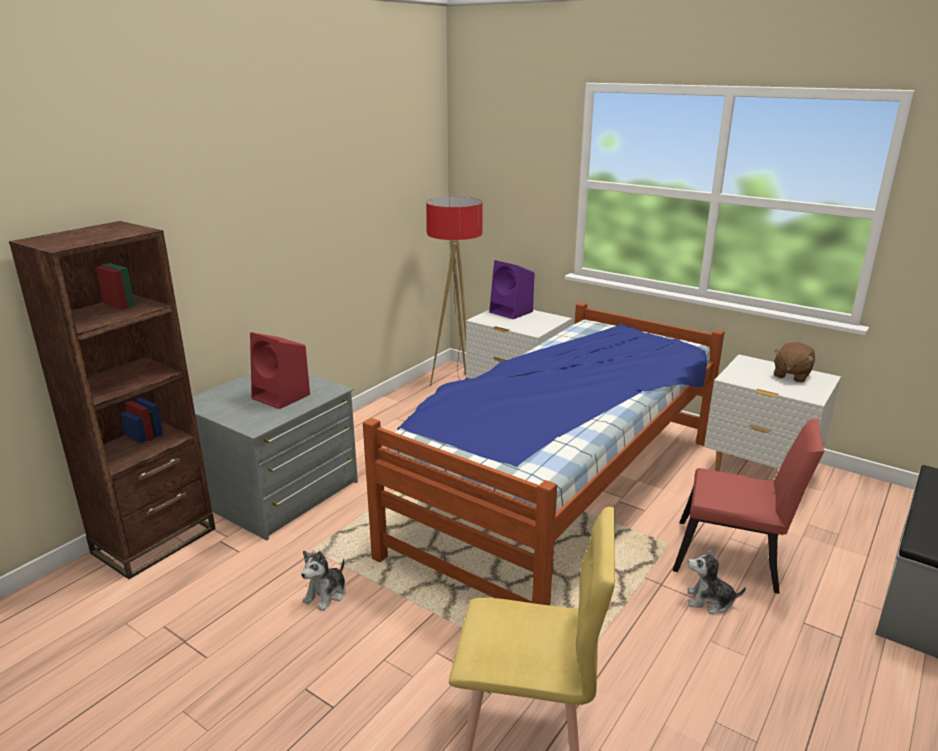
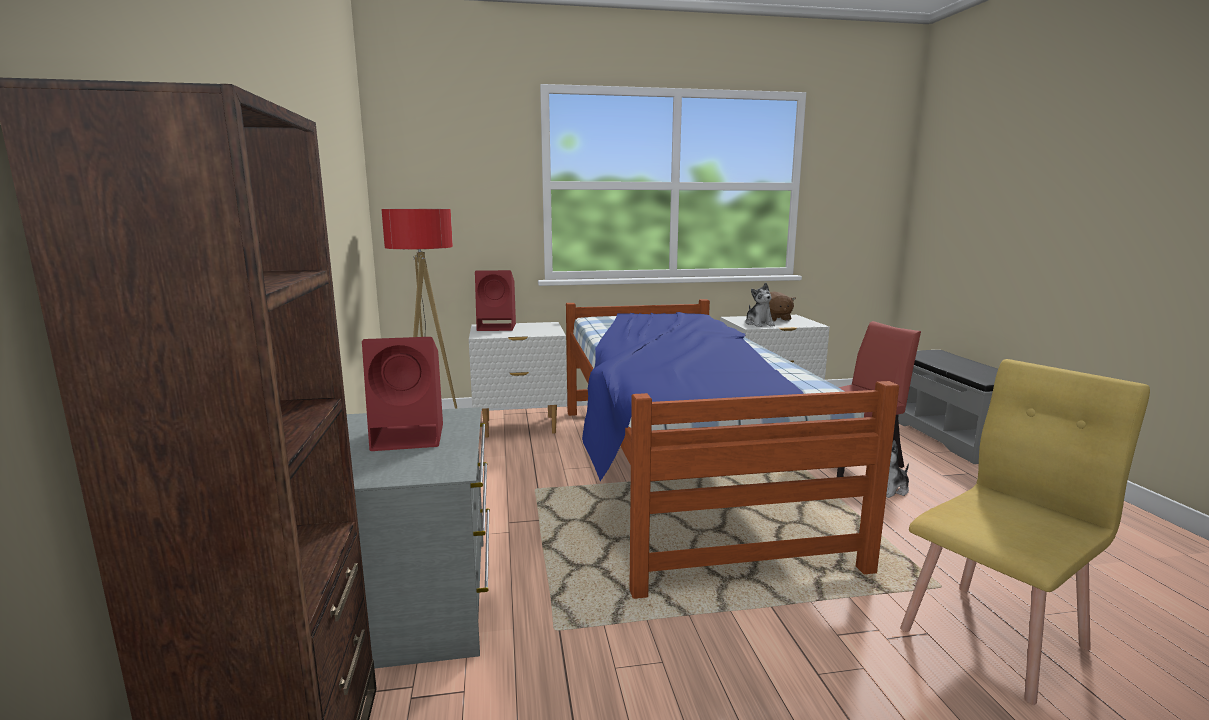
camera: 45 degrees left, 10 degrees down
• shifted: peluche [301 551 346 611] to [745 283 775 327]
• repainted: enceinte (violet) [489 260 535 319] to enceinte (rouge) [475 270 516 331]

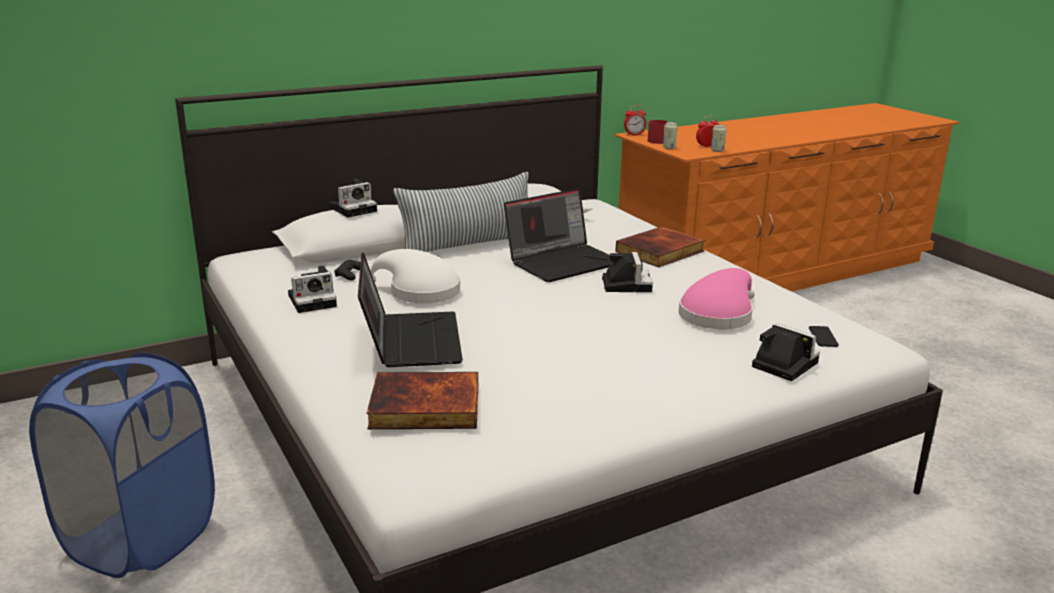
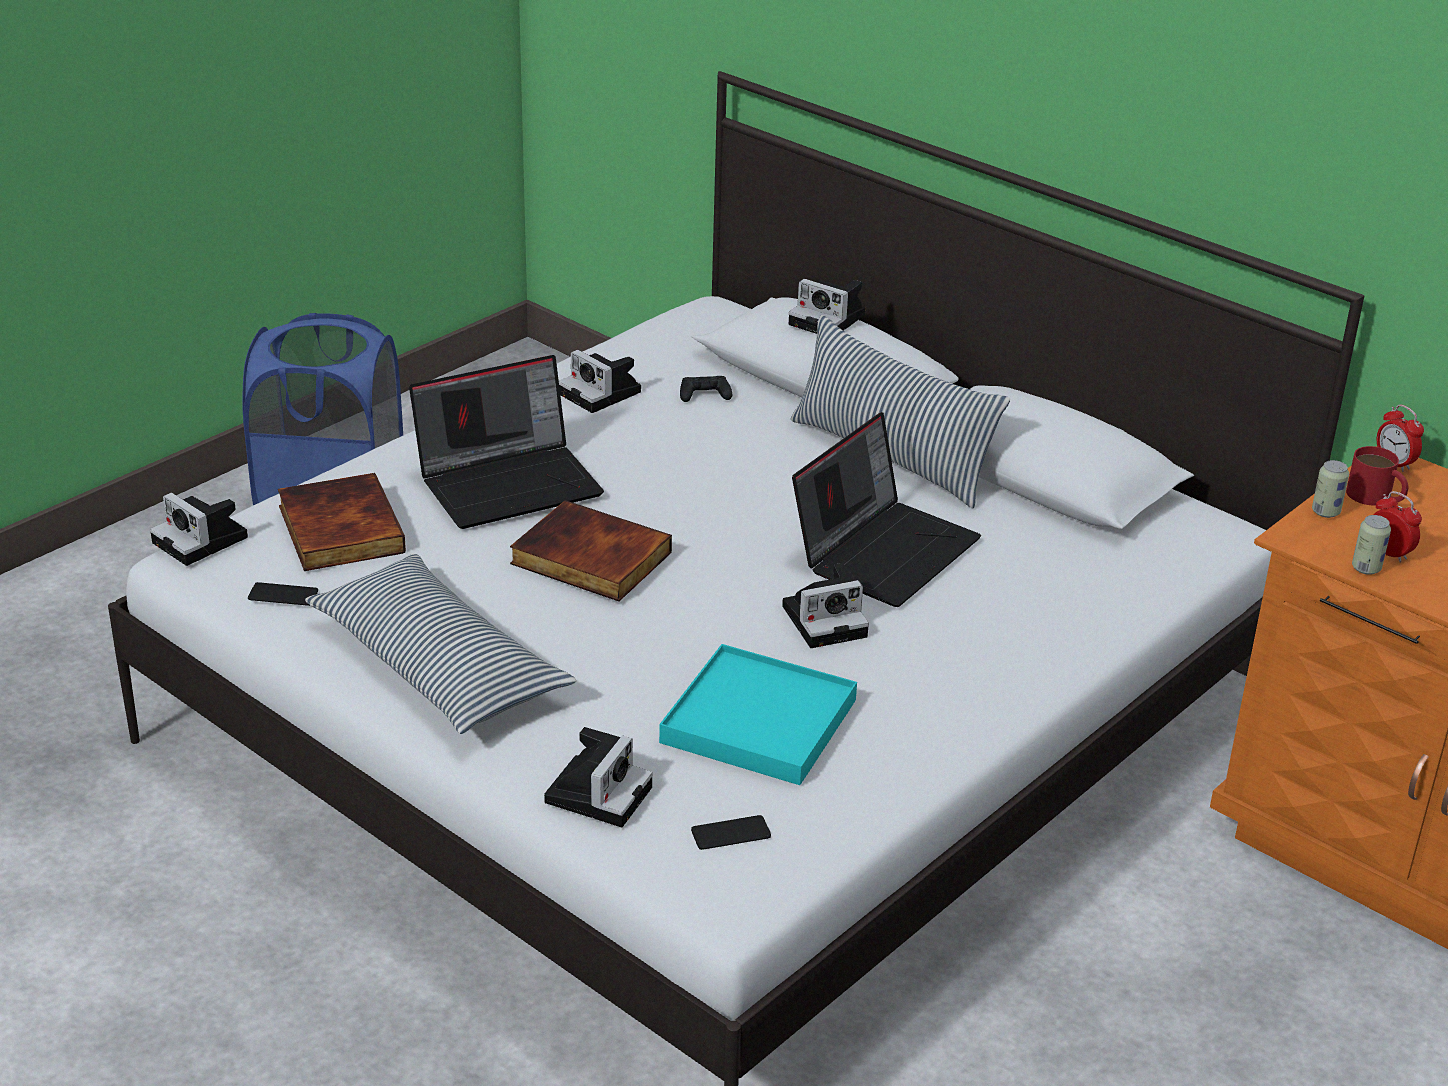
camera: 70 degrees right, 10 degrees up
• gone: chapeau (blanc) [370 249 460 303]
• rotated: ordinateur portable [504 188 614 282] = [792 412 981 607] 90 degrees counterclockwise
• shifted: livre [615 226 705 268] to [510 500 672 601]
• swapped: chapeau (rose) [679 268 755 329] to plateau (turquoise) [659 644 857 785]
• new: appareil photo [150 493 248 566]
• new: téléphone [248 582 318 606]
• new: coussin [305 554 576 734]

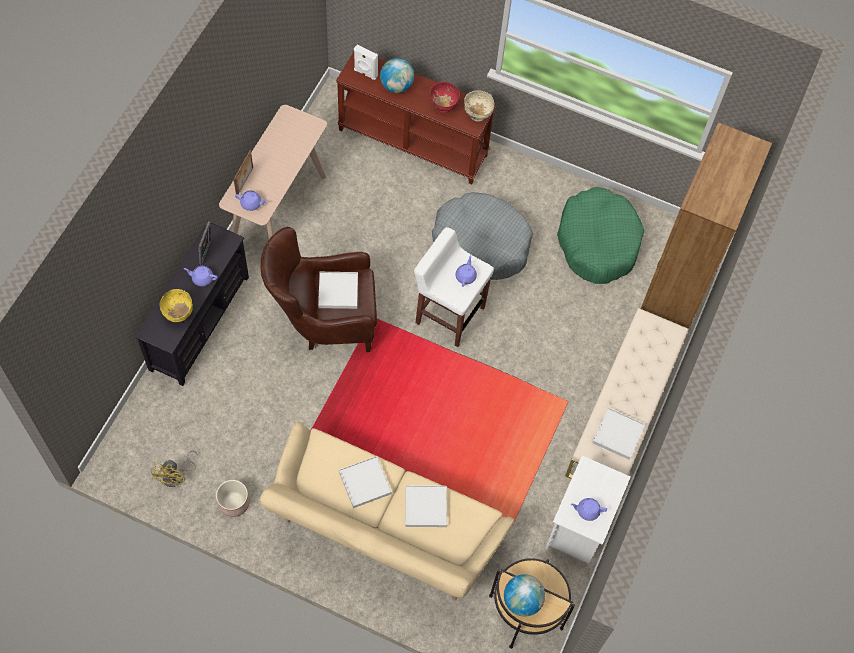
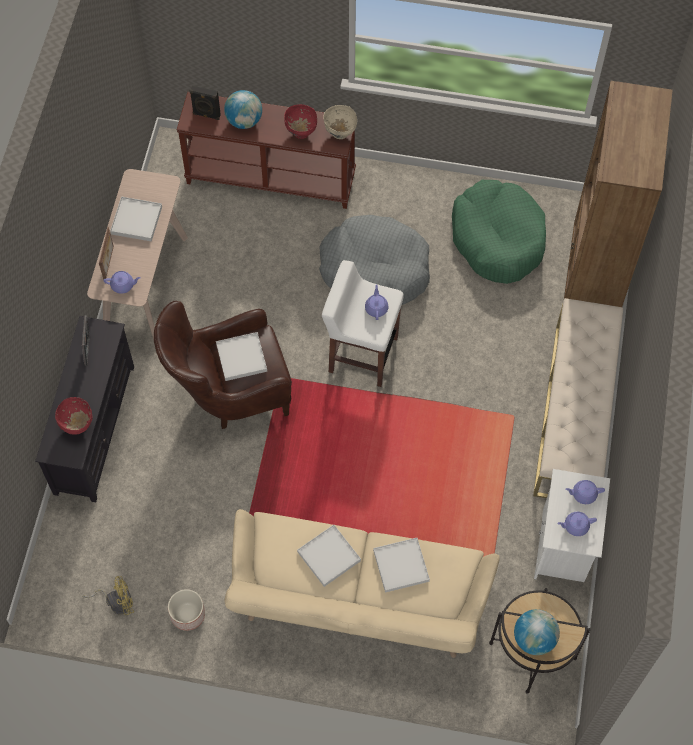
camera: 10 degrees left, 0 degrees up
• rotated: ventilateur (jaune) [151 451 198 487] = [83 576 134 615] 105 degrees counterclockwise
• repainted: bol (jaune) [160 289 193 322] to bol (rouge) [55 397 93 435]
• shifted: théière (violet) [184 266 218 286] to [565 480 605 504]
• repainted: enceinte (blanc) [354 45 378 80] to enceinte (noir) [190 86 221 120]
• shifted: plateau (blanc) [592 408 645 460] to [110 196 162 242]

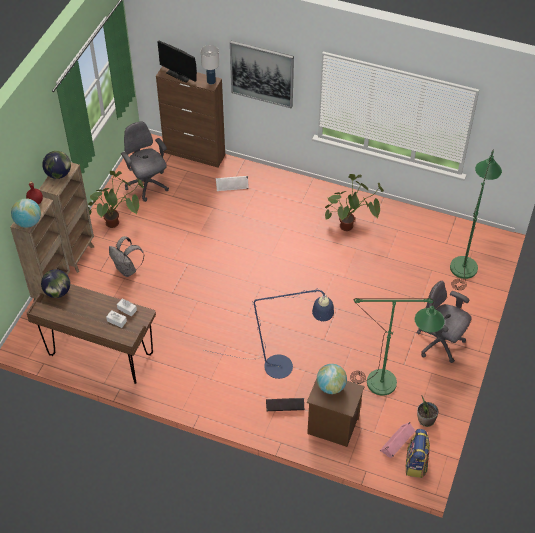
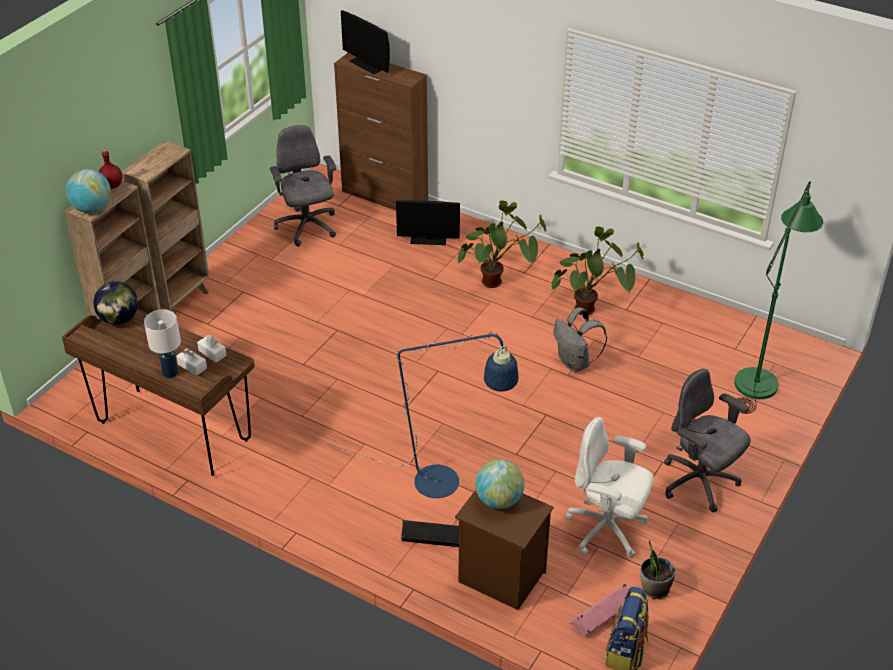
camera: 10 degrees right, 10 degrees down
• gone: globe [42 151 71 179]
• shifted: plante en pot [88 171 144 228] to [457 201 547 288]
• shifted: sac à dos (gris) [109 236 144 277] to [553 307 607 372]
• shifted: lampe de table (blanc) [201 45 219 84] to [144 309 181 378]
• swapped: enceinte (blanc) [216 176 249 191] to écran d'ordinateur [396 200 460 245]
• gone: tableau [230 41 294 109]
• swapped: lampadaire (vert) [350 298 445 396] to chaise de bureau (blanc) [565 417 654 558]

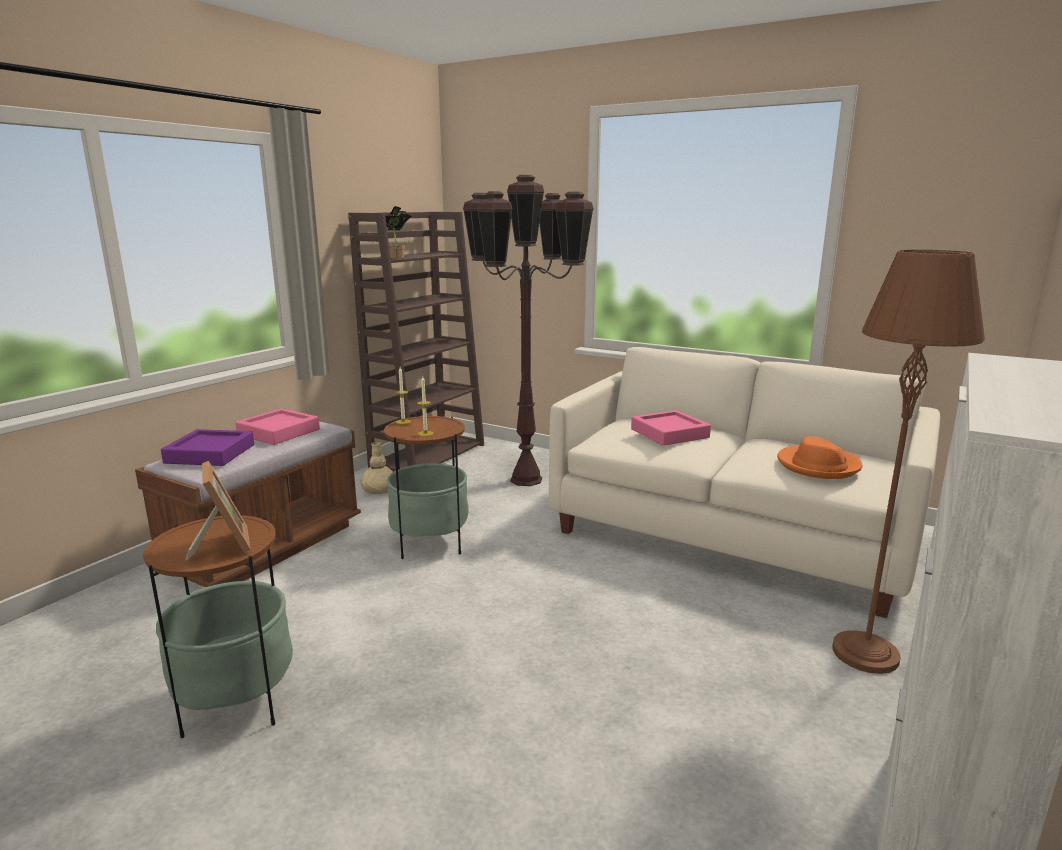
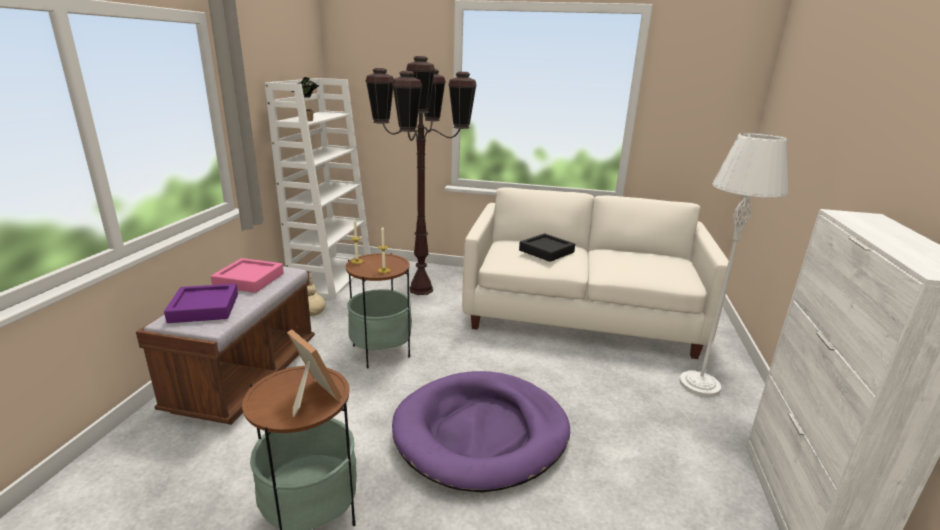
camera: 20 degrees left, 5 degrees up
• repainted: bibliothèque (marron) [348 212 484 472] to bibliothèque (blanc) [265 78 371 299]
• repainted: plateau (rose) [631 410 711 446] to plateau (noir) [519 233 575 262]
• gone: chapeau (orange) [777 436 863 479]
• repainted: lampadaire (marron) [832 250 985 674] to lampadaire (blanc) [679 133 788 397]
• new: panier pour chien (violet) [392 371 570 492]

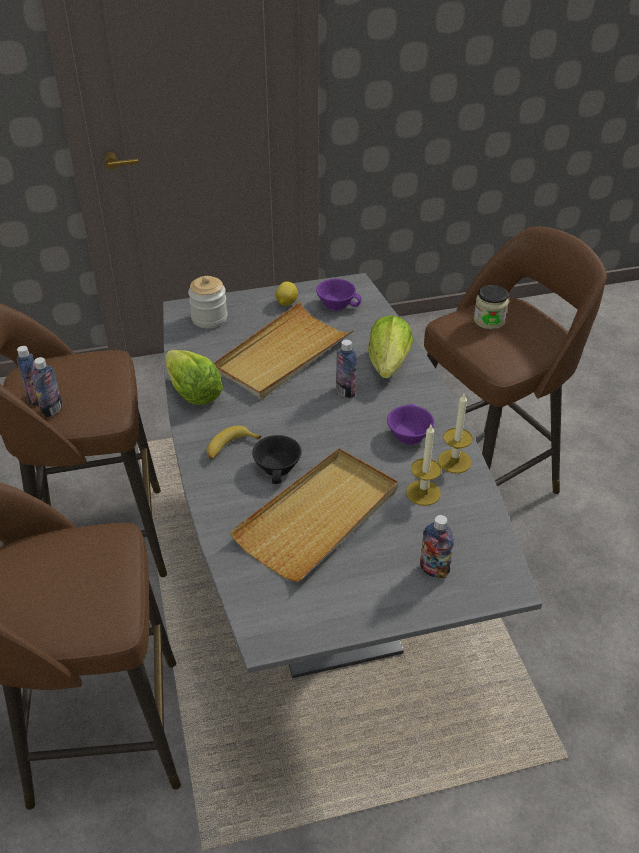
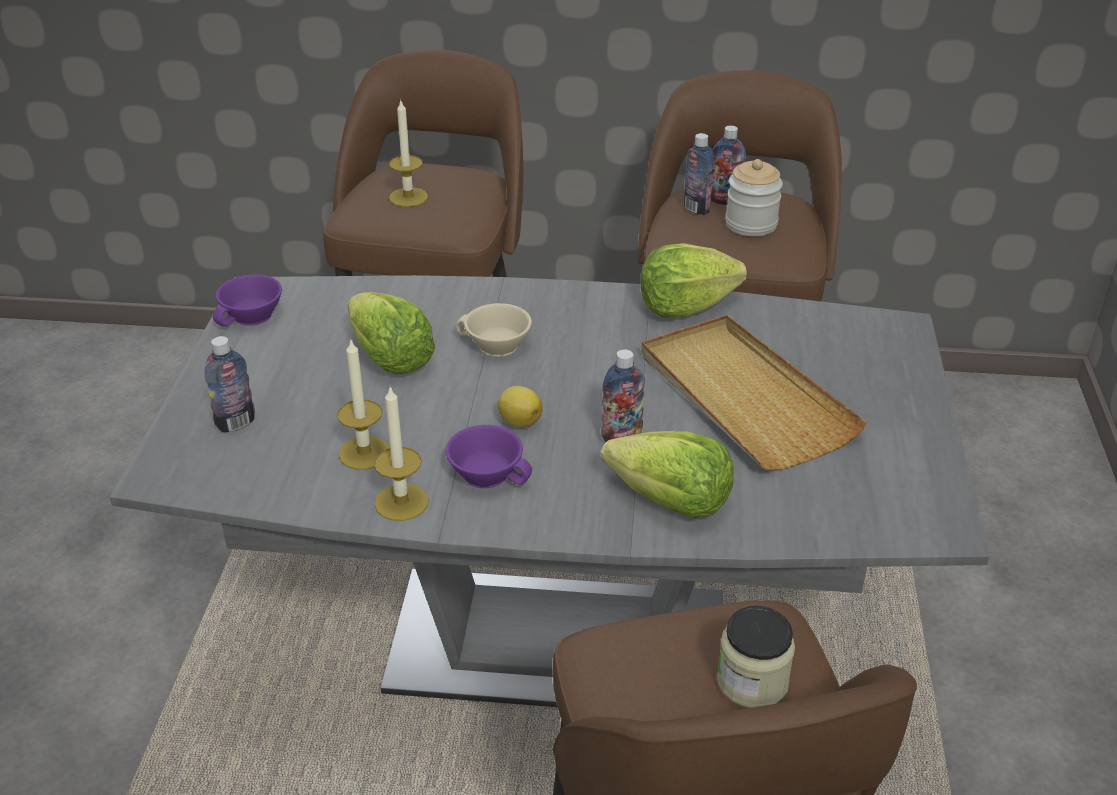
camera: 110 degrees right, 5 degrees down
• shifted: bocal [188 276 228 328] to [725 159 783 237]
• gone: banane [206 426 261 459]
• swapped: plateau (beige) [230 448 398 582] to laitue [348 292 435 374]
• repainted: tasse (noir) [252 435 302 484] to tasse (beige) [456 303 532 357]
• shifted: citron [275 282 298 306] to [498 386 543 427]
• shifted: tasse (violet) [316 279 362 311] to [213 274 282 327]
• new: bougie [389 101 428 207]

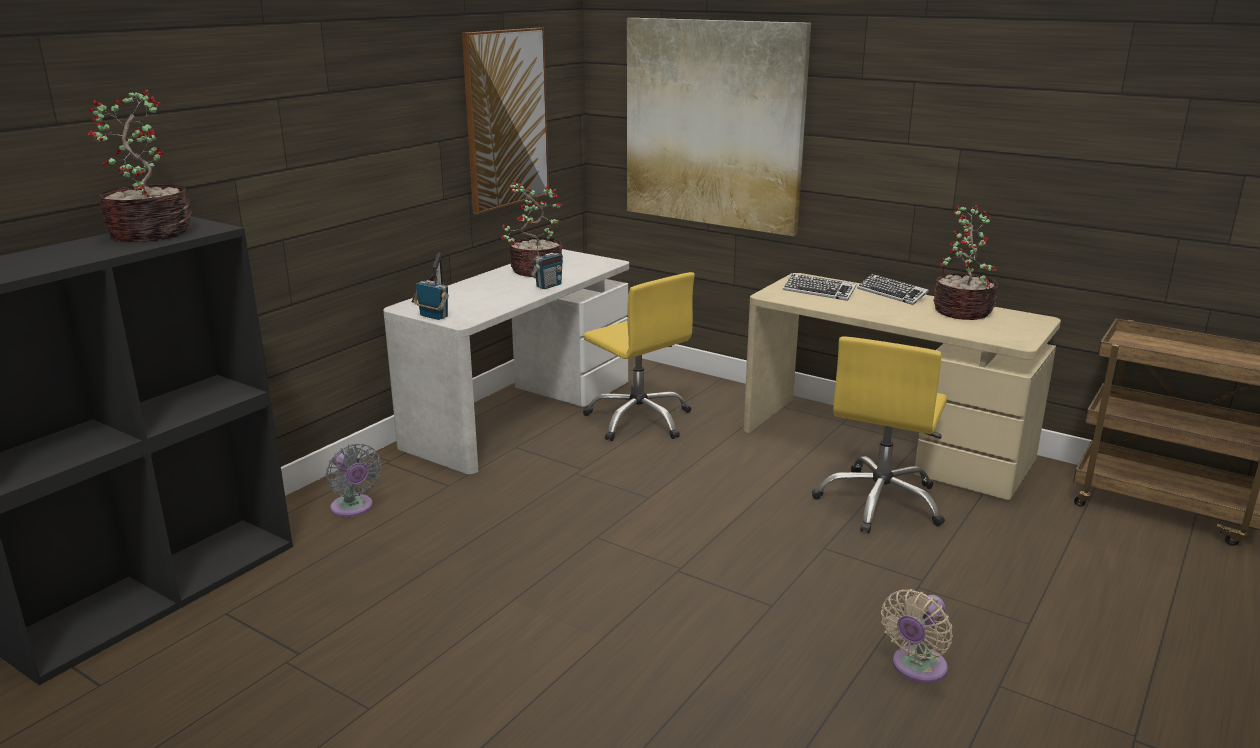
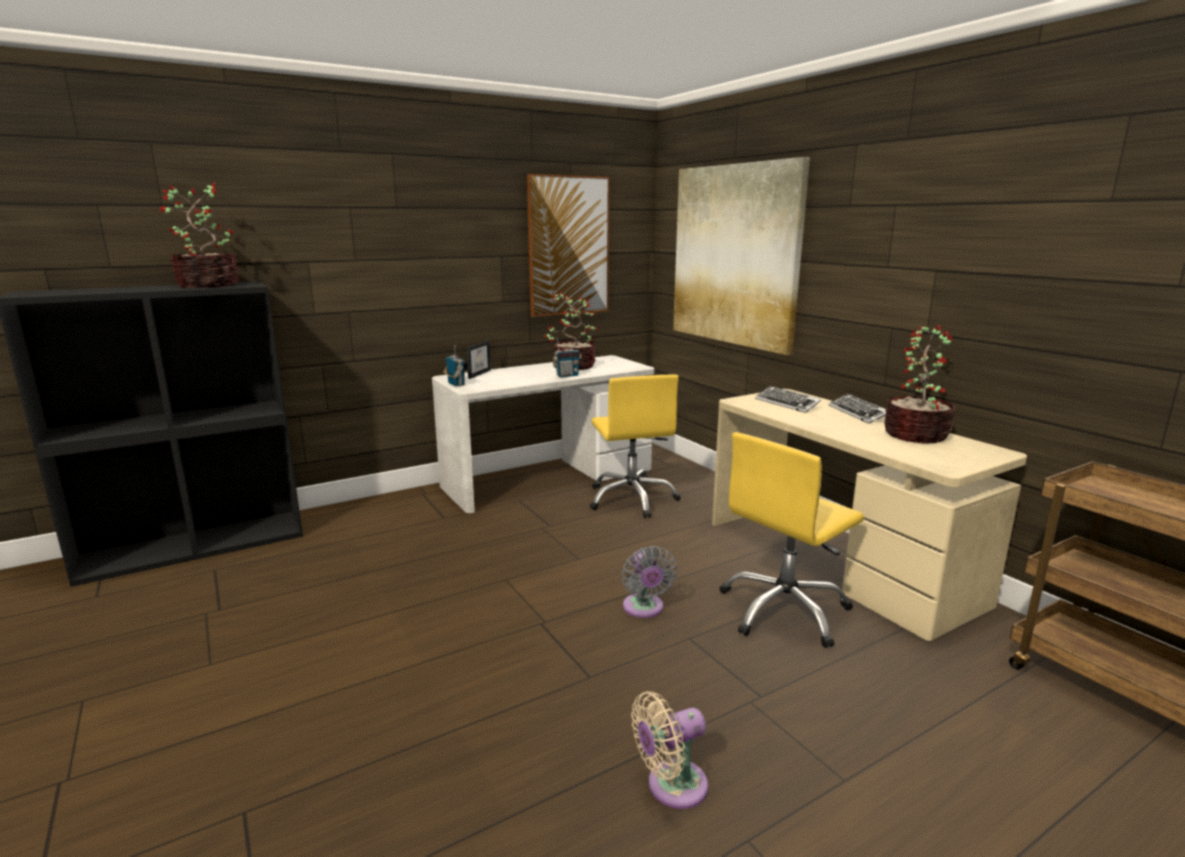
camera: 25 degrees right, 5 degrees down
• shifted: ventilateur (gris) [326 443 381 517] to [622 546 677 618]

